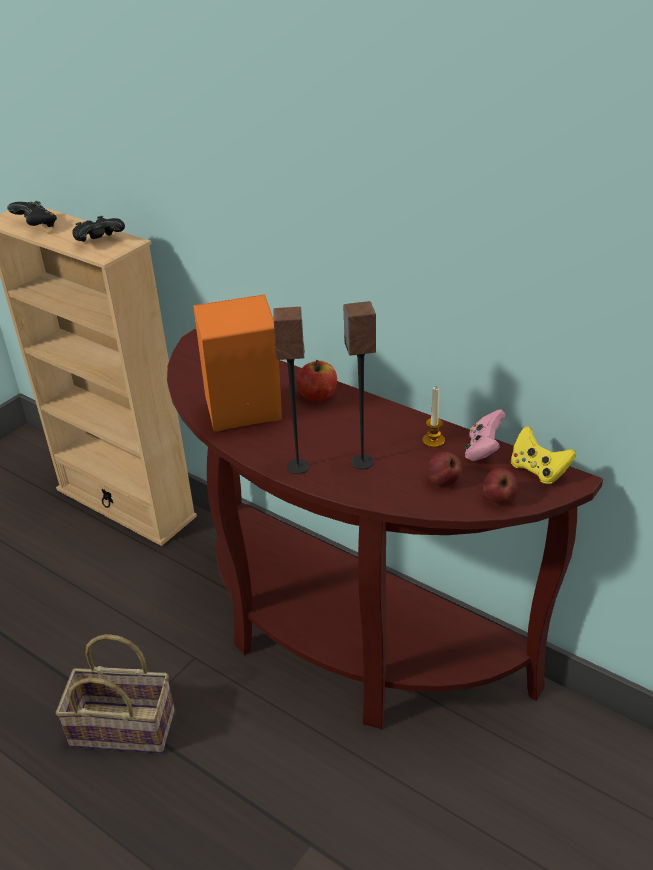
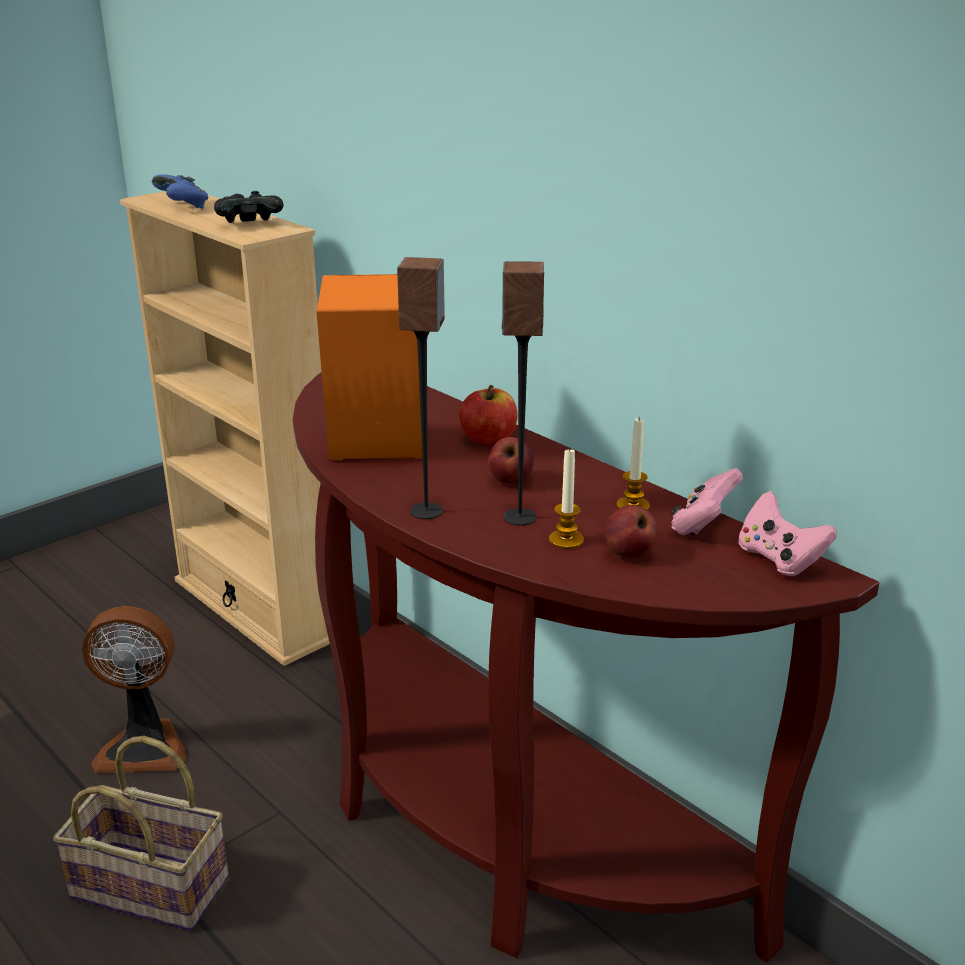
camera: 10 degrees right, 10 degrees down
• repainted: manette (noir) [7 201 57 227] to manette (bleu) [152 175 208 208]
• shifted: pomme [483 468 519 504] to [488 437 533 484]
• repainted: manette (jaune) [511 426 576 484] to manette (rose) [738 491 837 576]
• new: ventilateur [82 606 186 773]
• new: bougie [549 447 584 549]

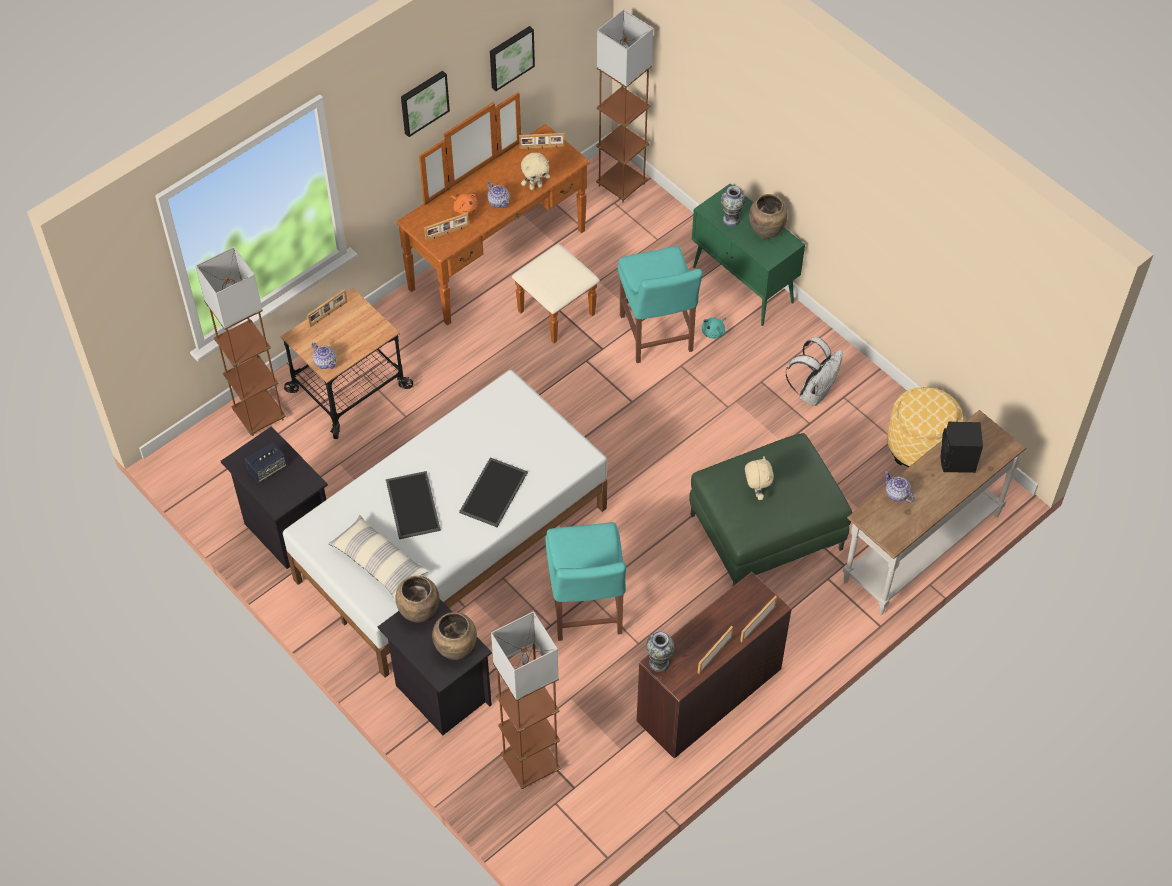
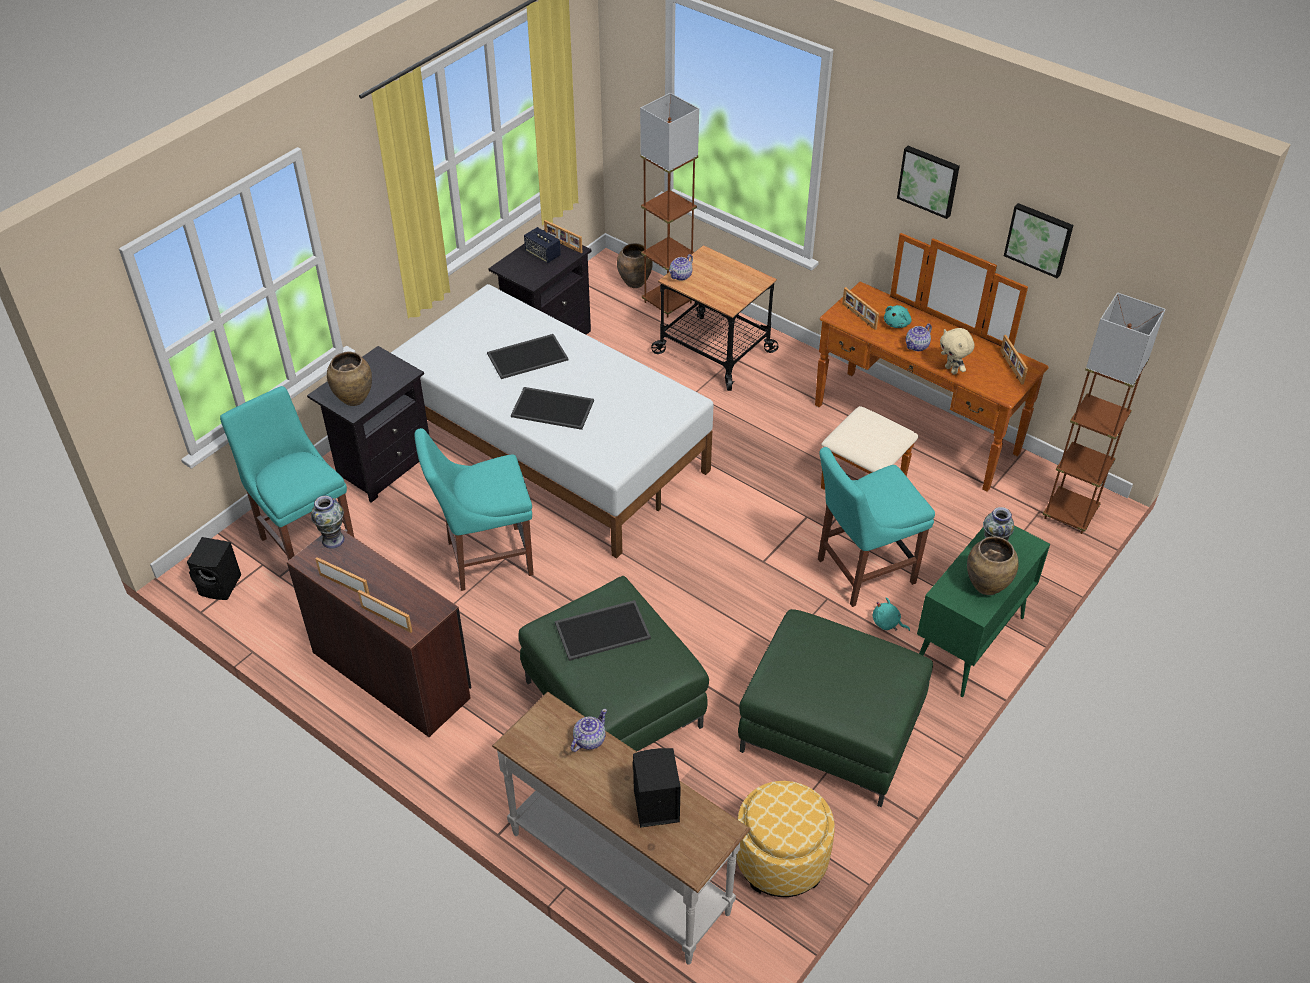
camera: 80 degrees right, 10 degrees down
• shifted: cadre photo [307 289 347 327] to [544 220 582 253]
• gone: coussin [329 515 429 601]
• shifted: vase (marron) [396 576 439 622] to [617 243 653 288]
• repainted: peluche (orange) [451 193 478 214] to peluche (turquoise) [884 305 912 328]
• swapped: lampadaire (marron) [491 611 561 789] to chaise (turquoise) [220 386 354 561]
• swapped: peluche (beige) [745 456 774 500] to plateau [555 600 651 661]
• swapped: sac à dos (blanc) [786 337 843 406] to pouf (vert) [738 609 933 807]
• new: enceinte (noir) [187 537 241 600]

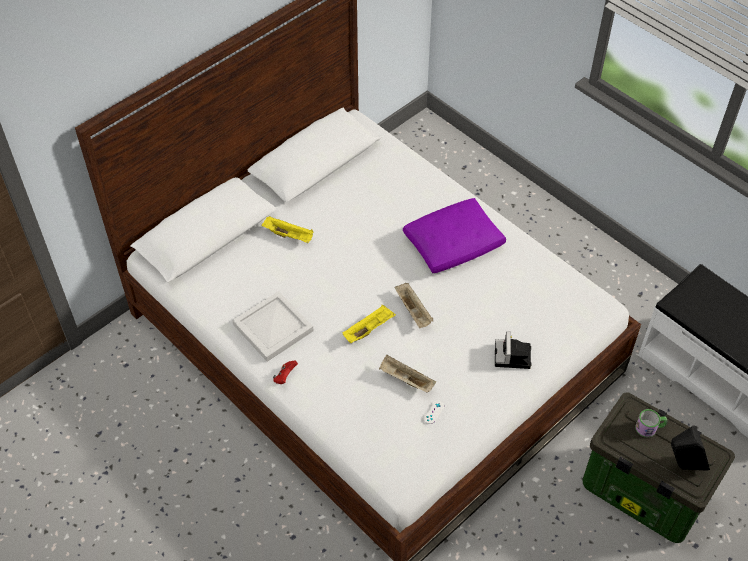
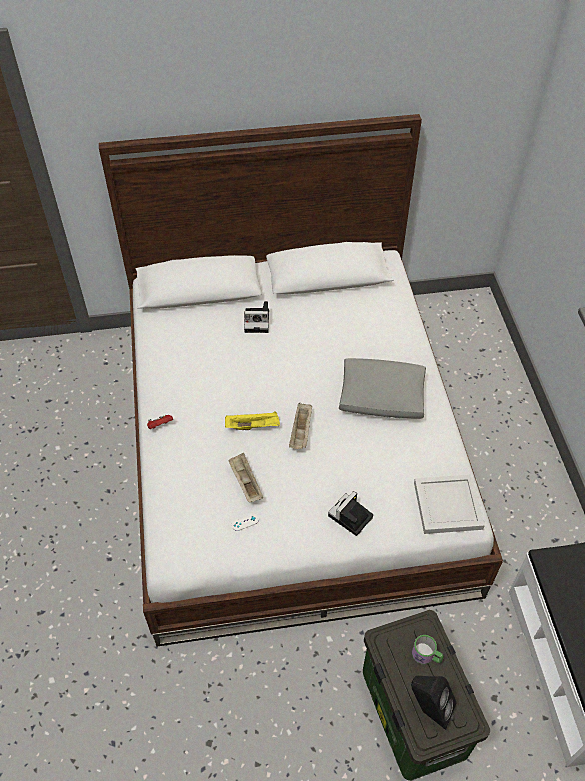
camera: 35 degrees right, 0 degrees up
• shifted: plateau (blanc) [232 291 313 362] to [414 474 485 534]
• swapped: plateau (jaune) [262 216 313 243] to appareil photo [244 301 269 333]
• repainted: coussin (violet) [403 198 506 273] to coussin (gris) [339 358 426 419]

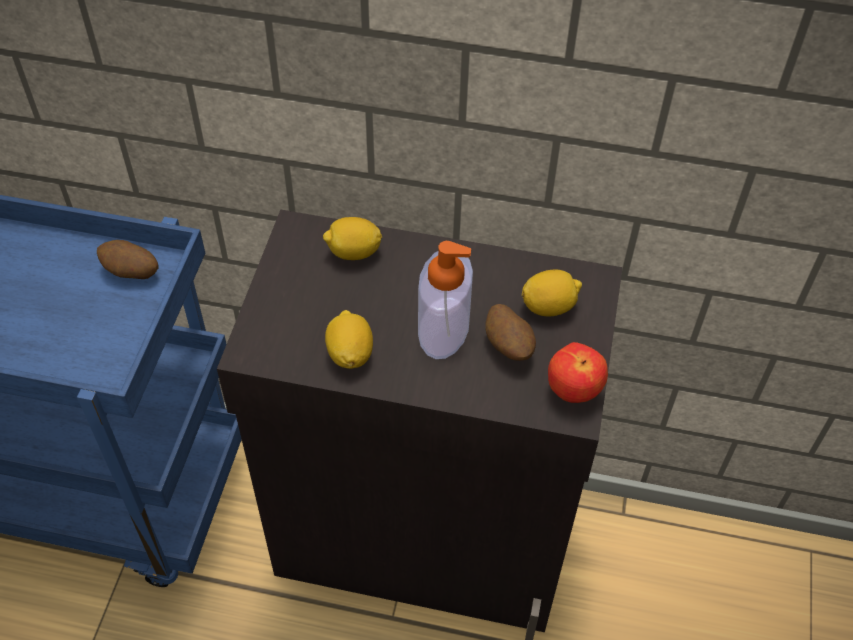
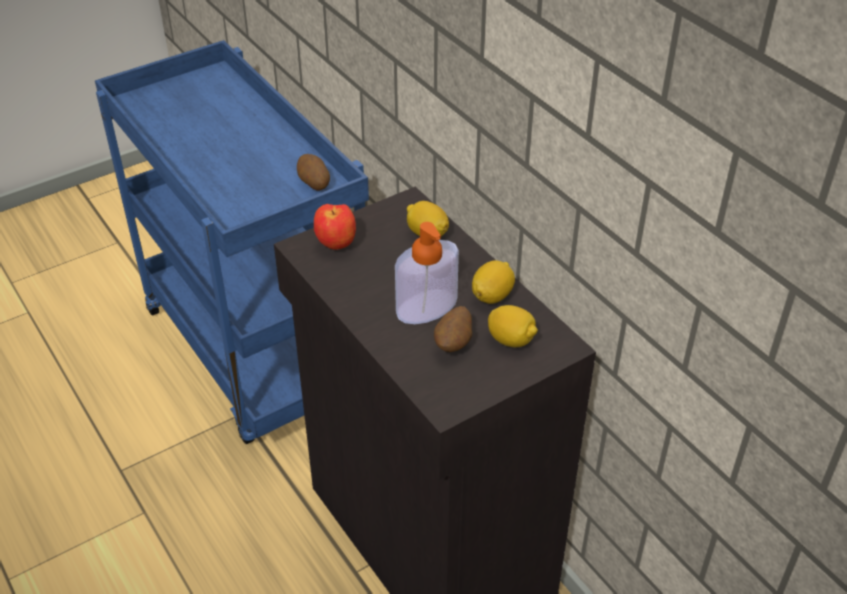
camera: 45 degrees right, 10 degrees down
• shifted: citron [325 310 373 369] to [472 260 515 304]
• shifted: pomme [548 342 608 403] to [314 204 356 250]

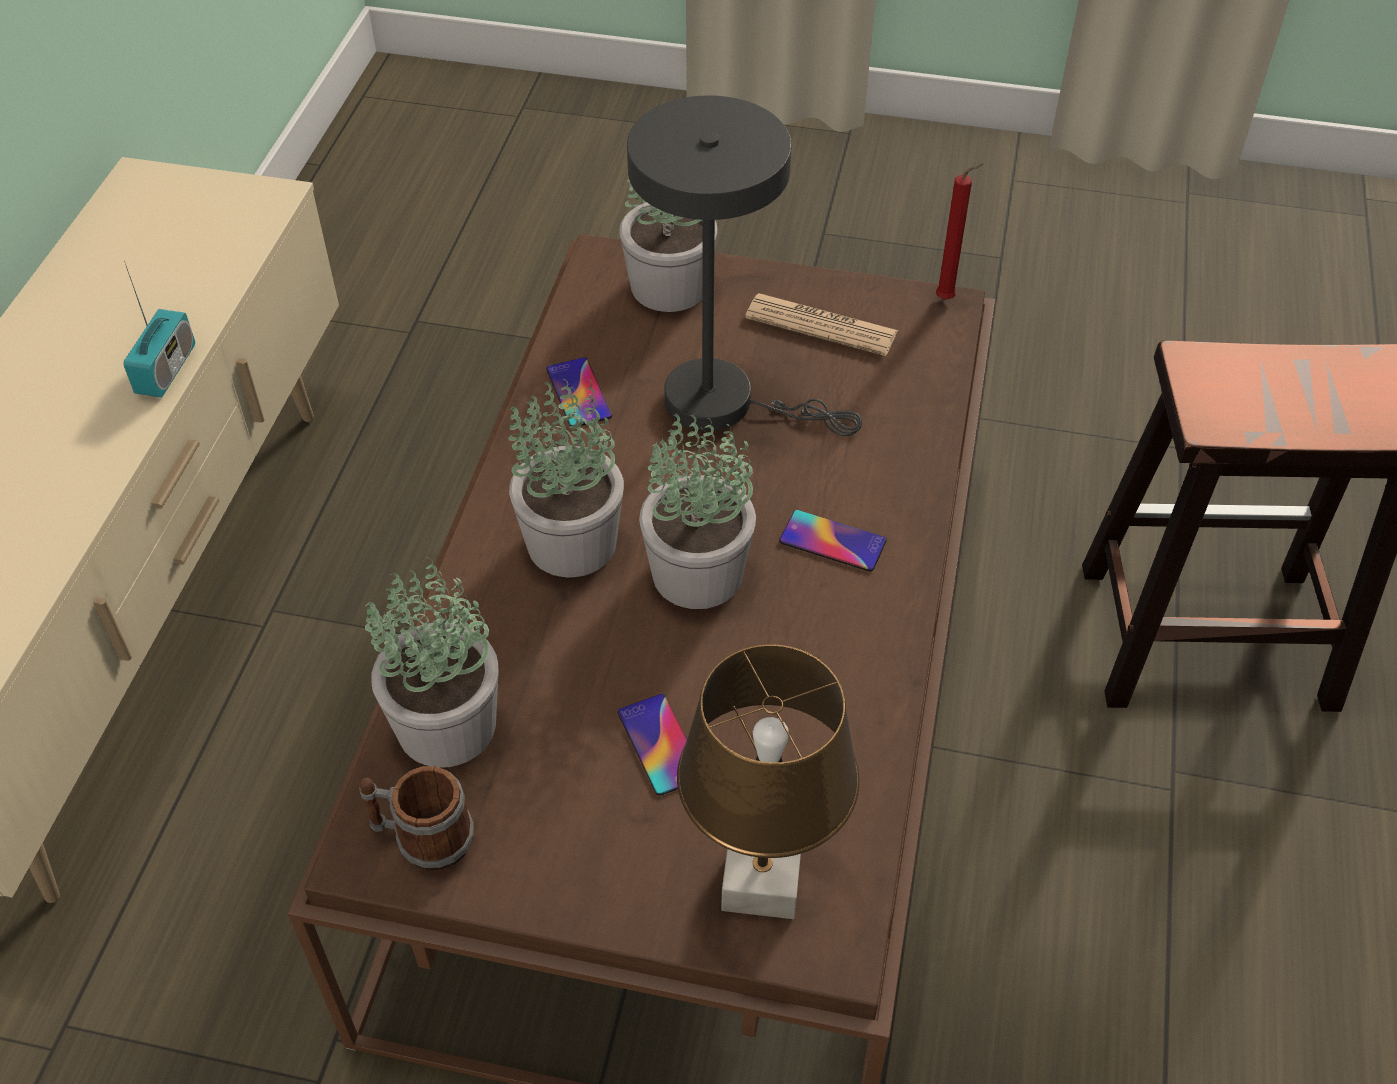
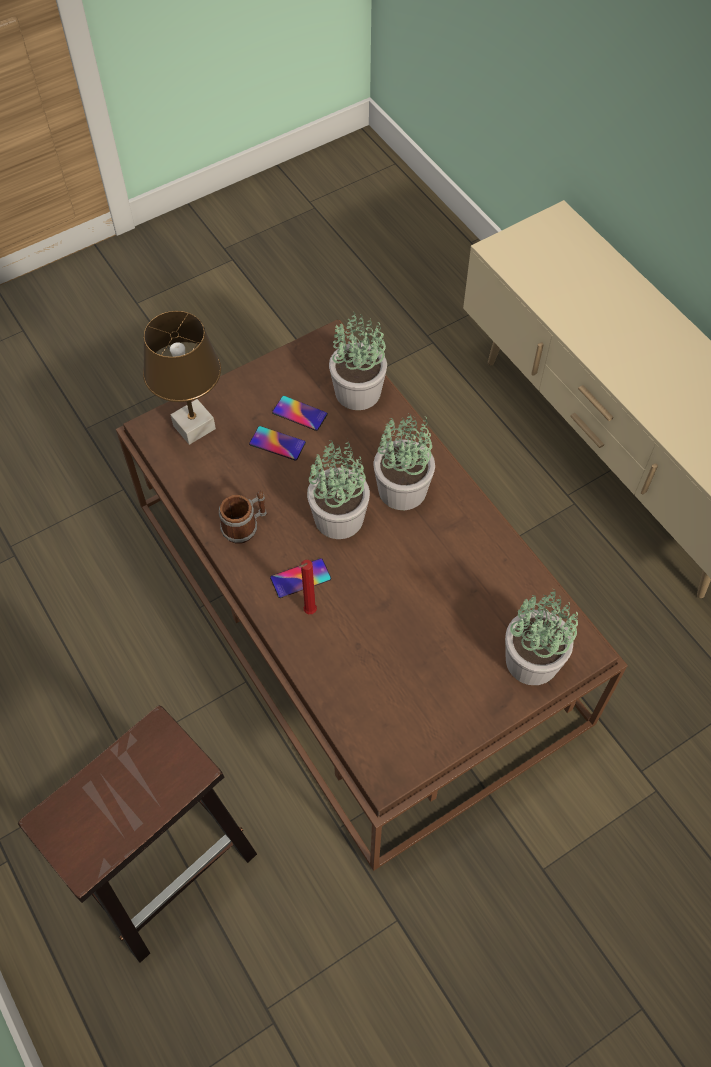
camera: 135 degrees right, 10 degrees up
• gone: radio [123 260 195 398]
• shifted: mug [359 766 474 870] to [219 491 268 544]
• shifted: téléphone [546 357 612 426] to [272 396 328 431]
• gone: lampe de table (gris) [627 95 862 436]
• gone: journal [745 293 898 356]
• shifted: bougie (rouge) [936 163 983 299] to [299 560 317 614]

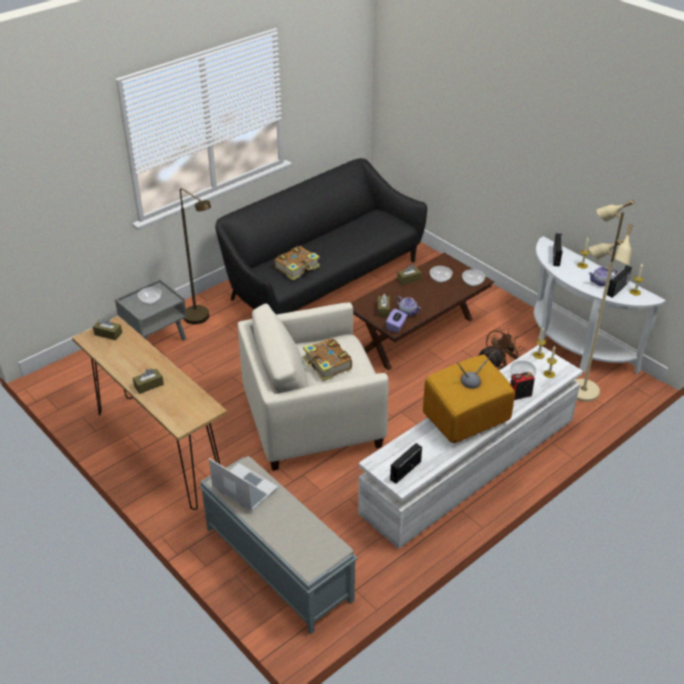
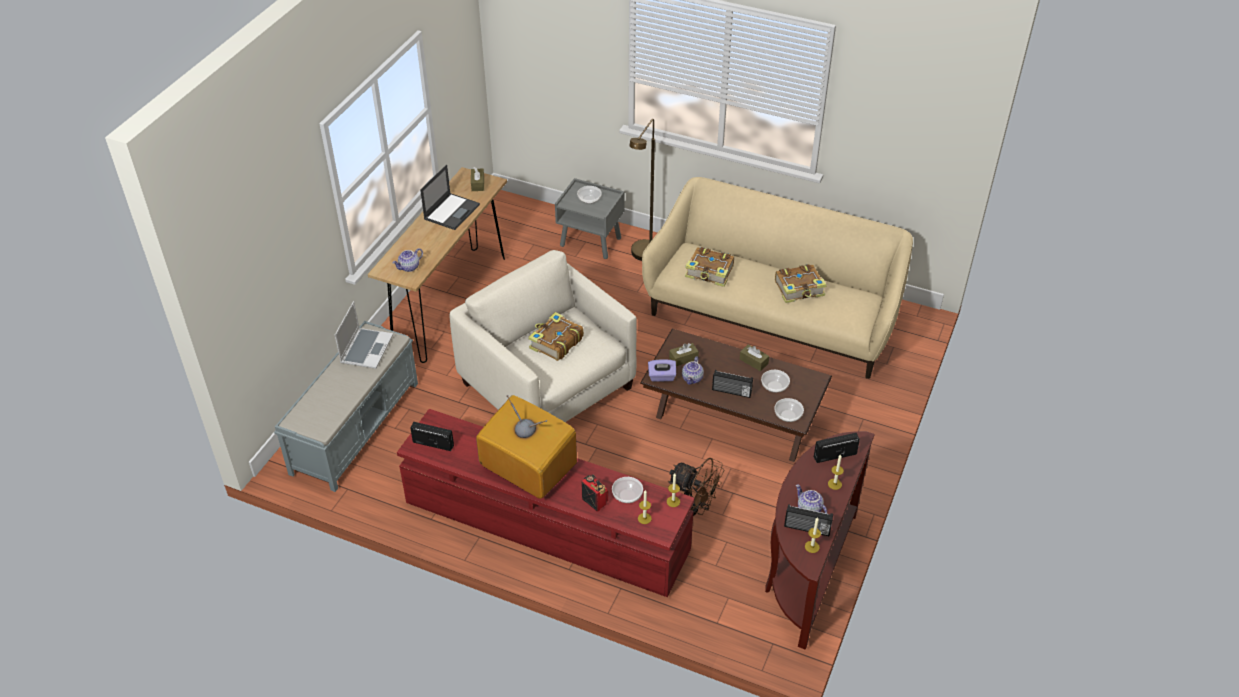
camera: 65 degrees right, 5 degrees up
• gone: boîte à mouchoirs (marron) [133 369 164 394]
• repainted: canapé (noir) [215 158 427 315] to canapé (beige) [642 177 913 379]
• repainted: meuble télé (blanc) [358 345 583 549] to meuble télé (rouge) [397 409 694 597]
• repainted: table console (blanc) [533 236 666 374] to table console (marron) [765 431 875 650]
• gone: lampadaire (beige) [574 200 634 402]
• new: théière [392 248 423 272]
• new: ordinateur portable [420 165 480 230]
• new: radio [712 370 753 398]
• new: livre [775 264 827 303]

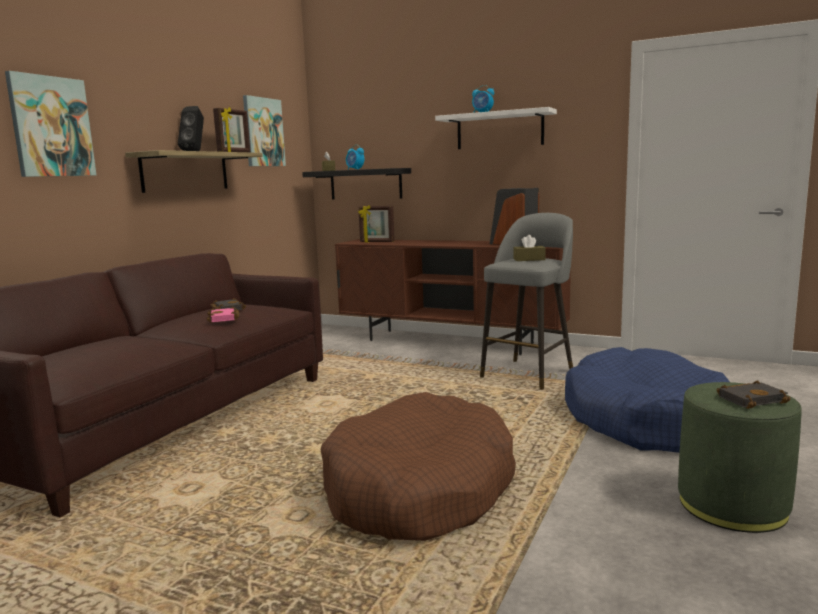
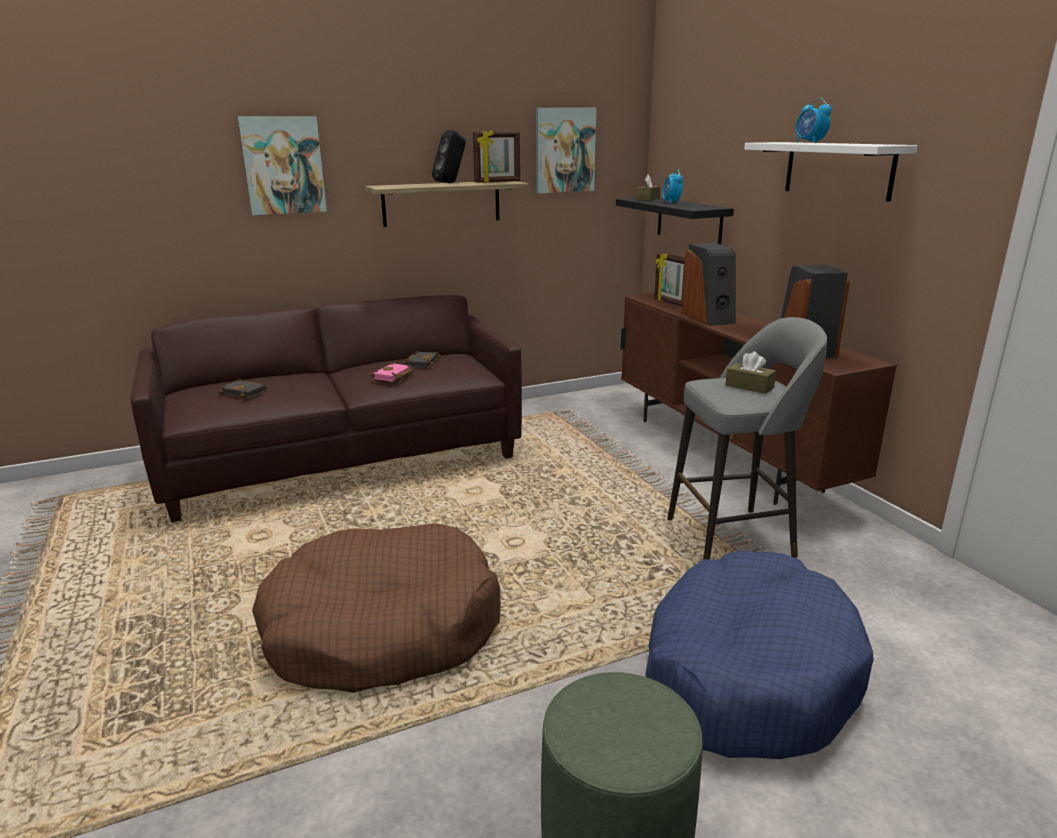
camera: 40 degrees right, 10 degrees up
• shifted: livre (noir) [717 380 791 409] to [218 379 268 399]
• new: enceinte [681 243 736 326]

